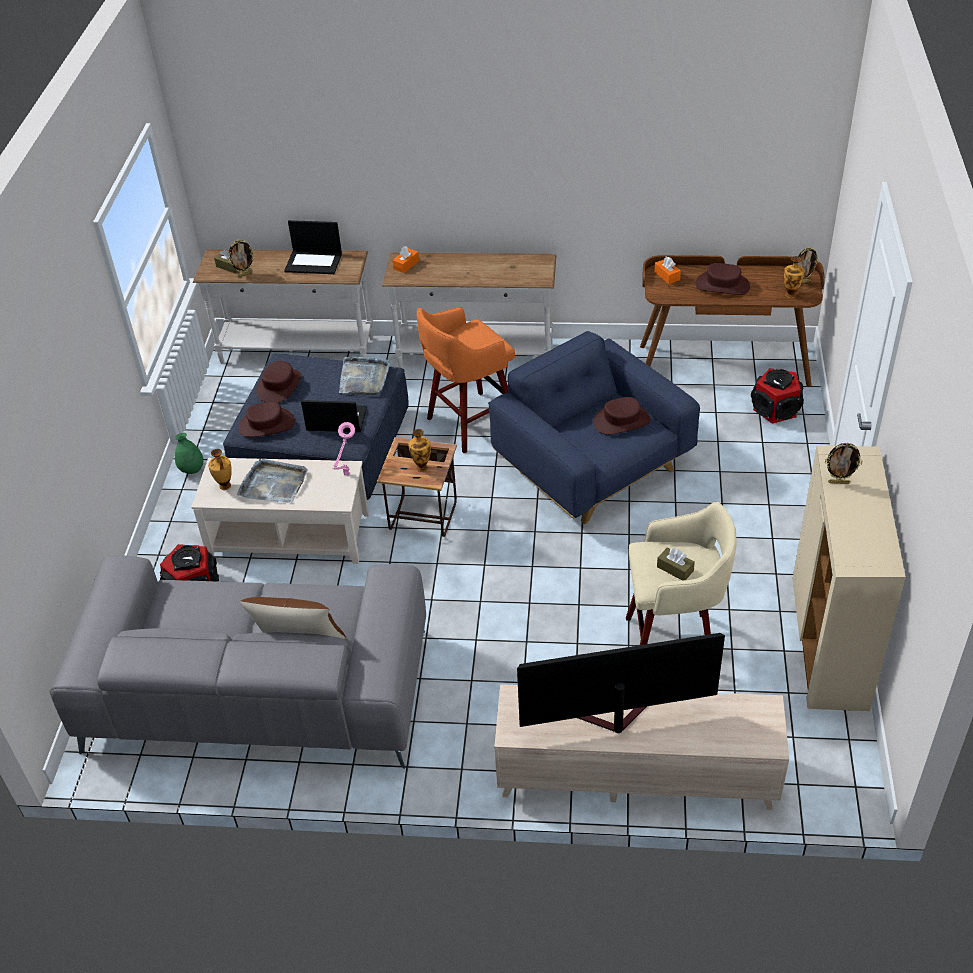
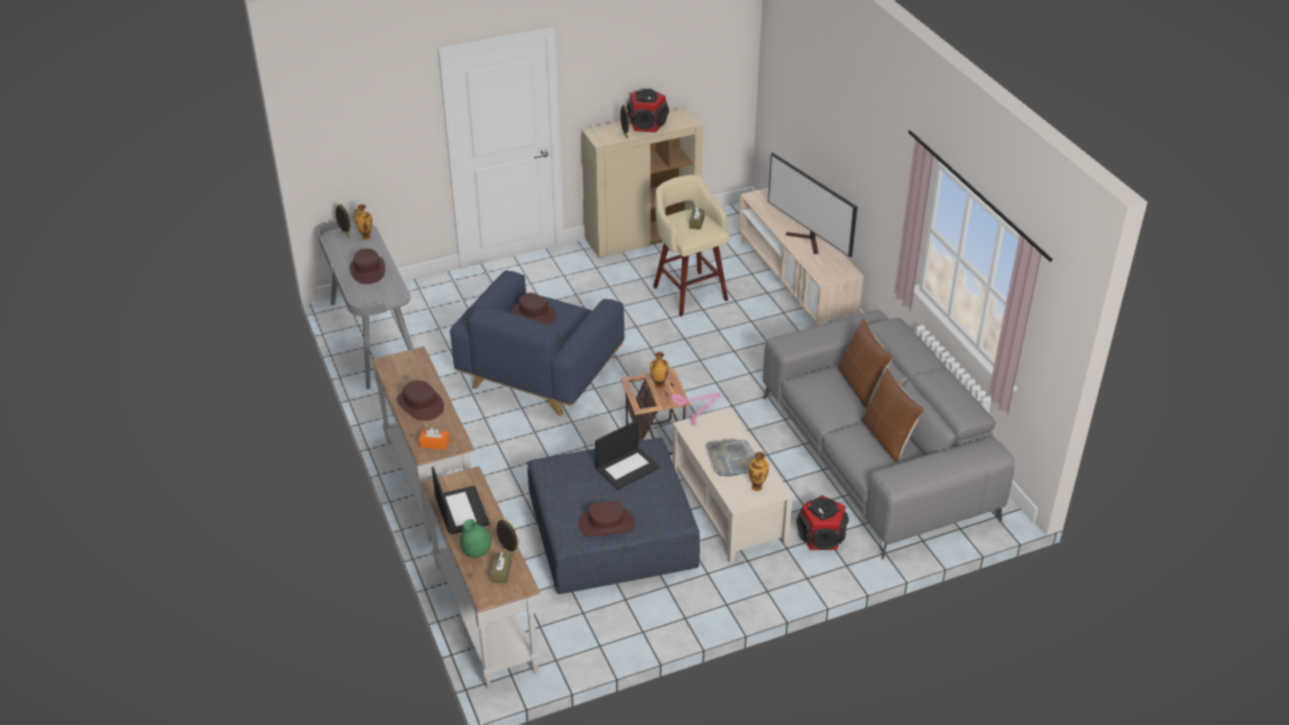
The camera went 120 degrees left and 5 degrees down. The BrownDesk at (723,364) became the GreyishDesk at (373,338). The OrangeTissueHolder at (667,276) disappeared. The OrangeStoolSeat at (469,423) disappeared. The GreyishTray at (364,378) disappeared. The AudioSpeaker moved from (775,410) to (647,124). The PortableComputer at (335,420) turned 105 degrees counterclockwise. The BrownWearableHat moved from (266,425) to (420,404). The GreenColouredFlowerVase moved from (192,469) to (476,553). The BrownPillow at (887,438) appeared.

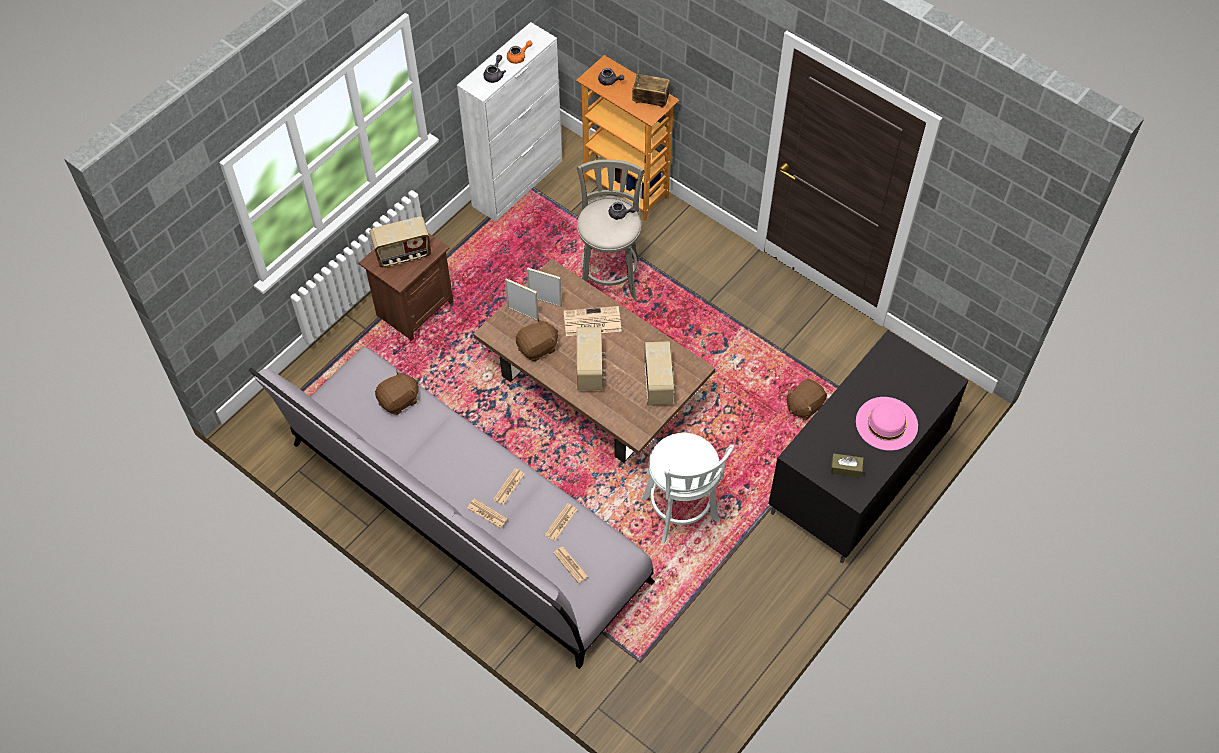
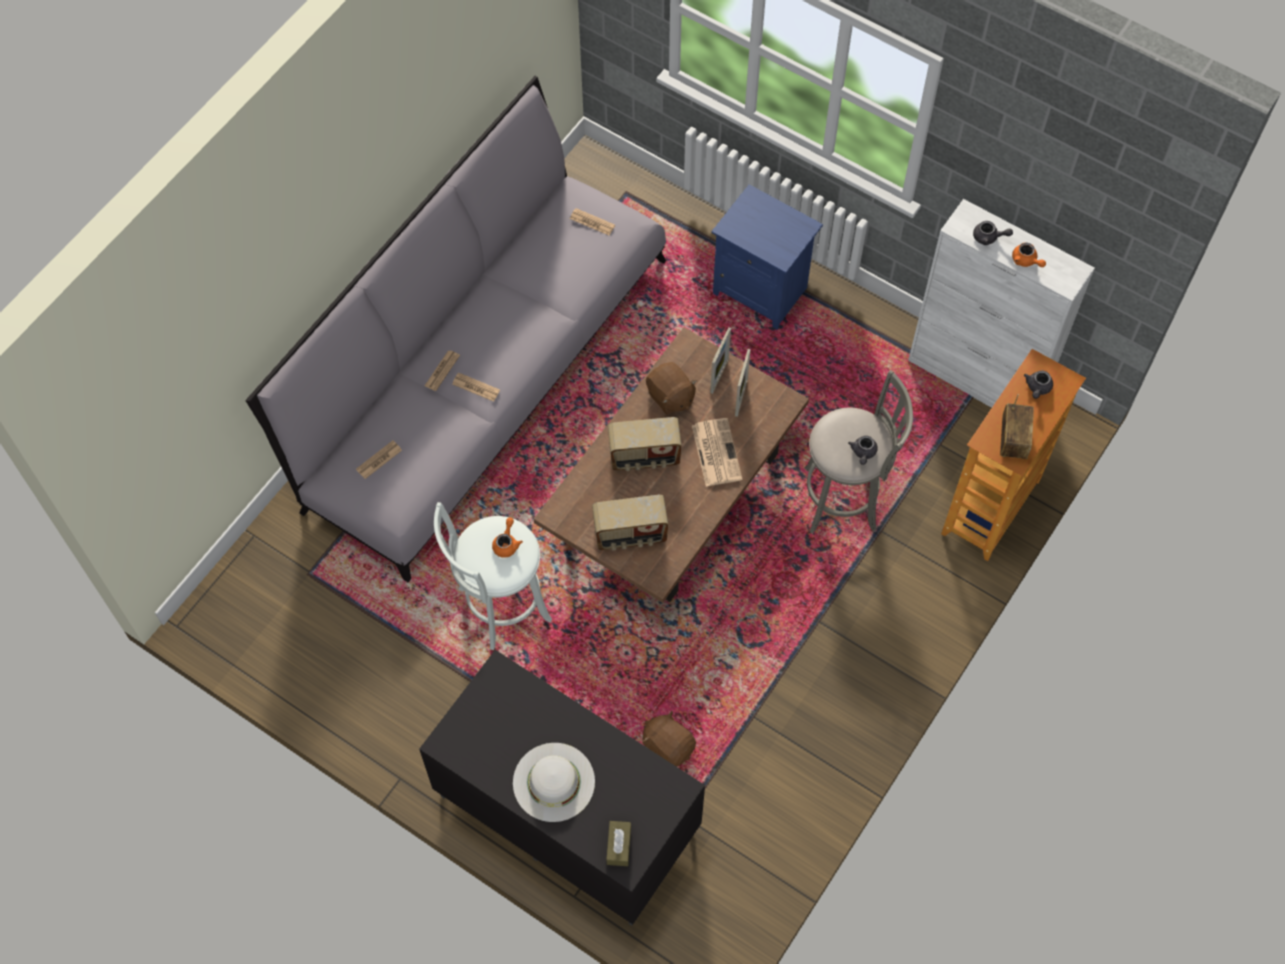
The camera went 85 degrees right and 5 degrees up. The RadioSet at (403,255) disappeared. The BrownNightstand at (413,308) became the BluishNightstand at (761,290). The BrownCuddlyToy at (399,400) disappeared. The PinkWearableHat at (886,423) became the WhiteWearableHat at (554,782). The BrownTissueHolder moved from (845,468) to (619,846). The DailyPaper moved from (561,522) to (592,222). The OrangeTeapot at (507,543) appeared.

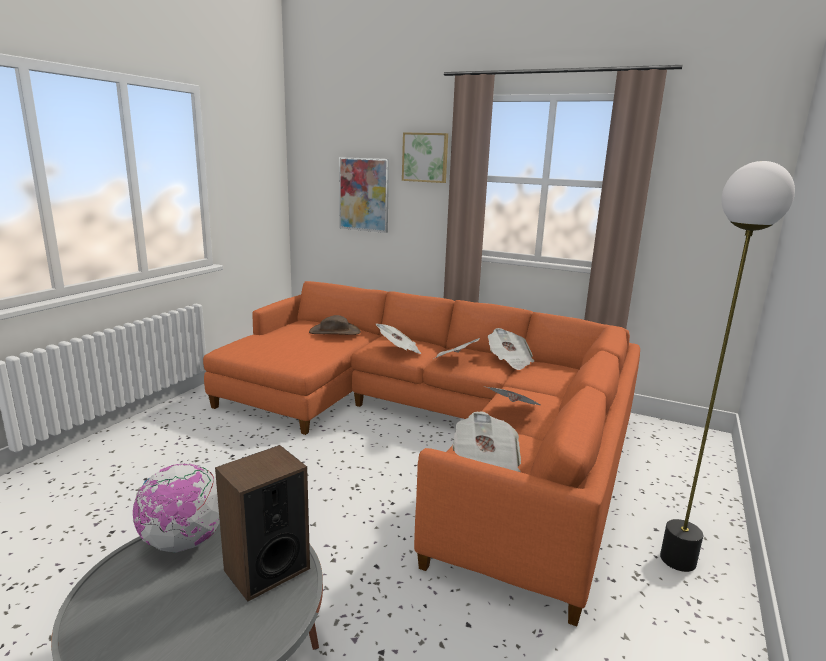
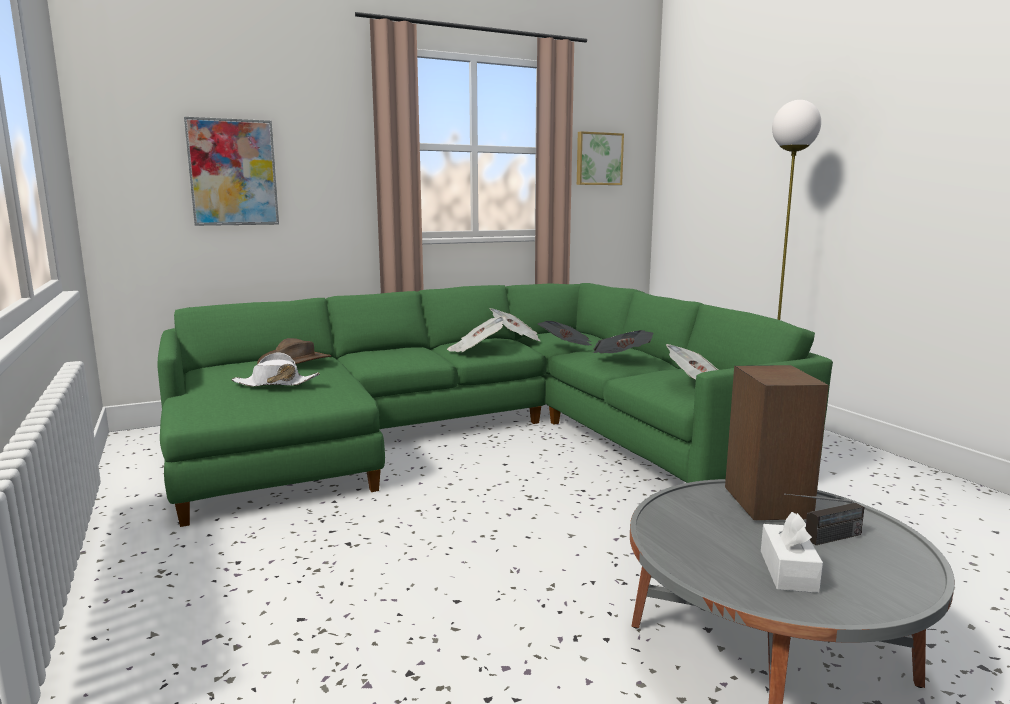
The camera went 50 degrees left and 5 degrees down. The WallArt moved from (425,157) to (598,159). The OrangeSofa at (430,427) became the GreenColouredSofa at (473,435). The DailyPaper moved from (399,350) to (566,348). The Globe at (183,542) disappeared. The WhiteWearableHat at (275,383) appeared. The RadioSet at (821,540) appeared. The WhiteTissueHolder at (788,571) appeared.

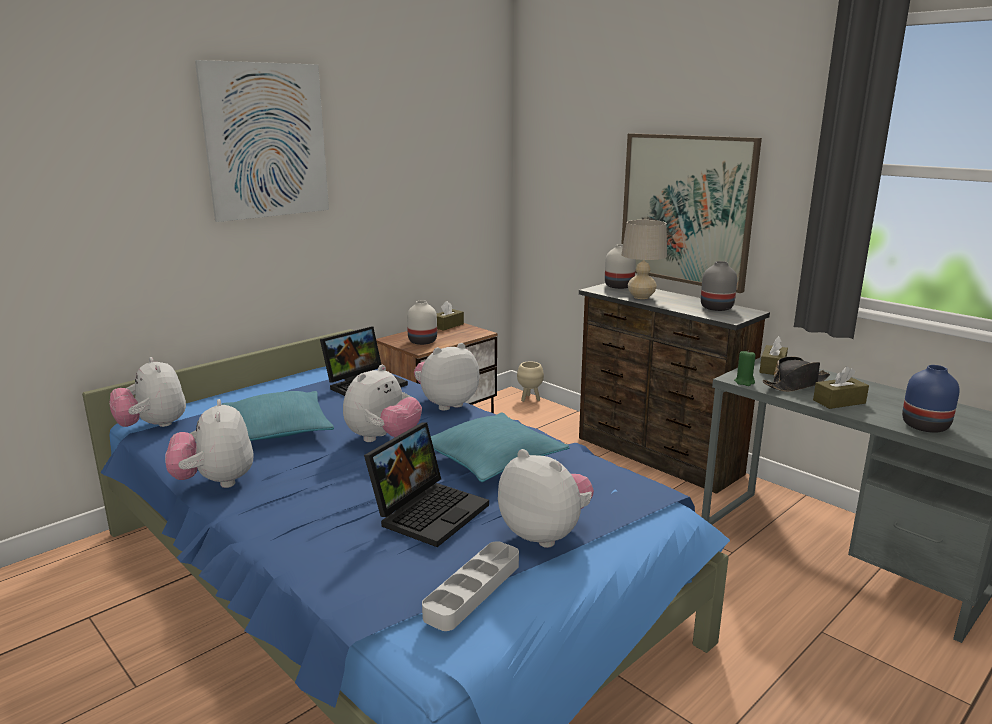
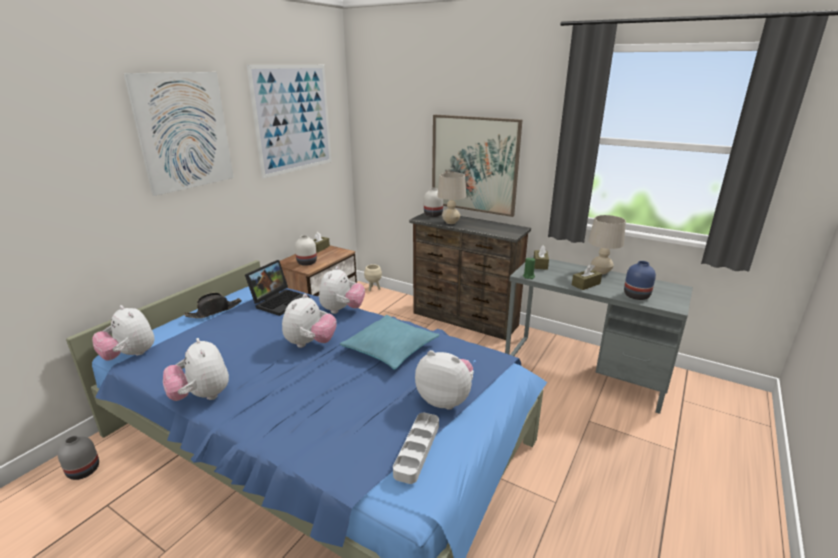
The camera went 15 degrees left and 5 degrees up. The GreyishFlowerVase moved from (717,308) to (83,471). The CuddlyToy at (446,404) turned 150 degrees clockwise. The BlackColouredWearableHat moved from (795,384) to (214,311). The TurquoiseColouredPillow at (277,430) disappeared. The PortableComputer at (429,511) disappeared. The WallArt at (293,119) appeared. The SandColouredTabletopLamp at (600,272) appeared.

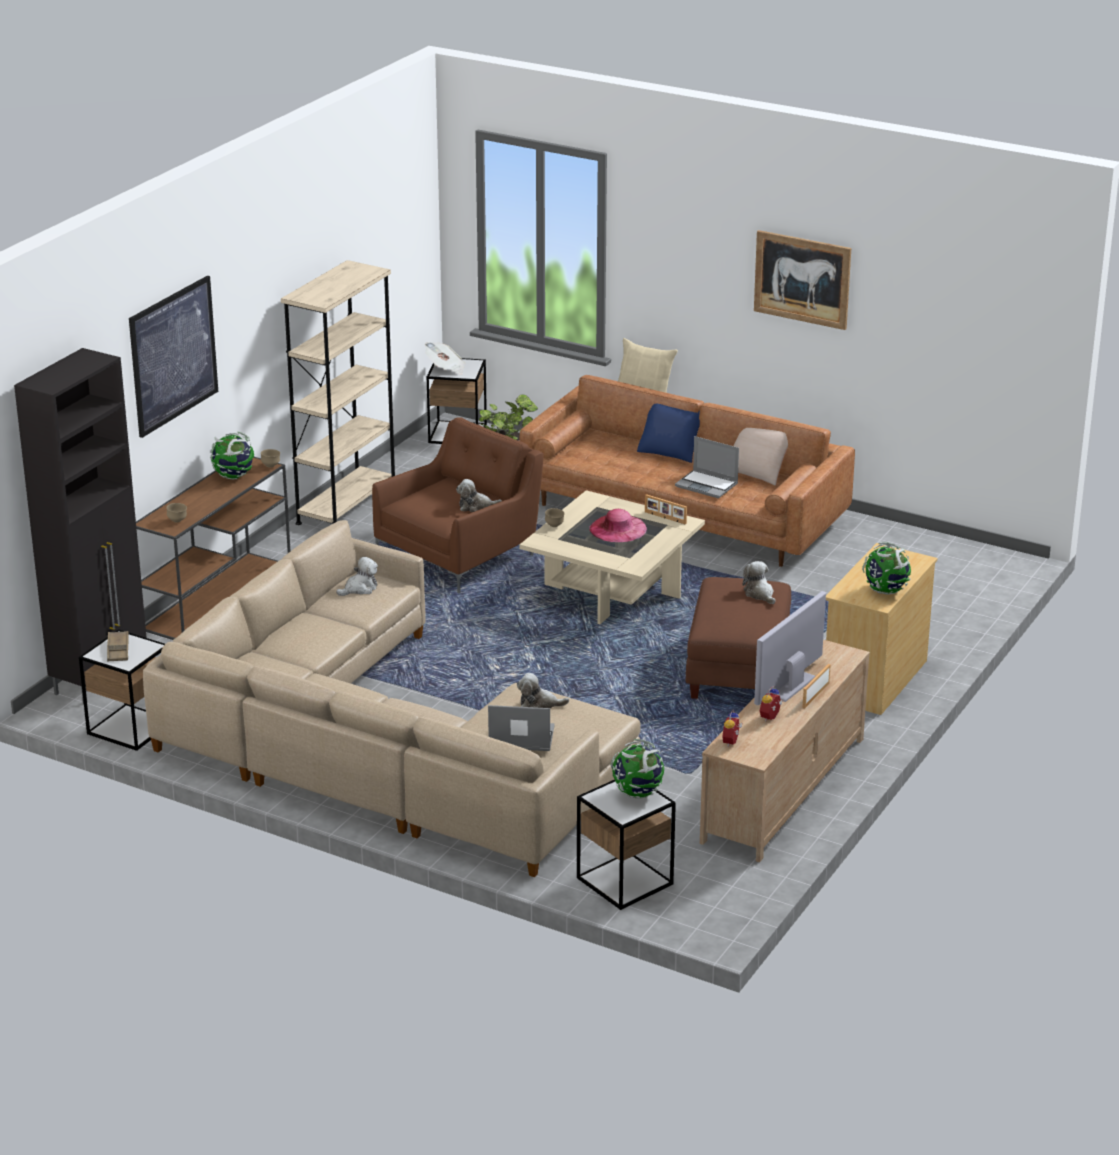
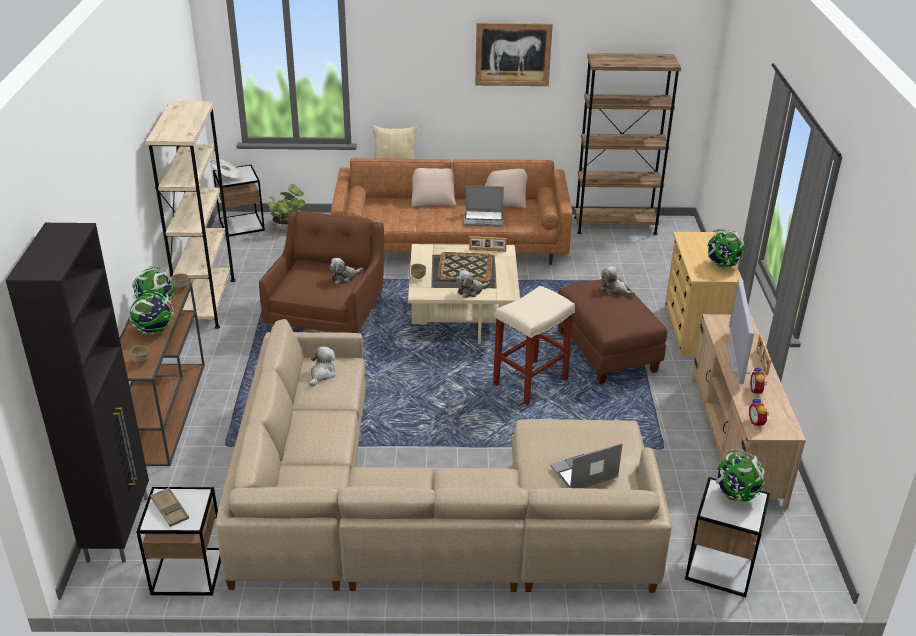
The camera went 30 degrees left and 5 degrees up. The WallArt at (173,355) disappeared. The BluishPillow at (671,450) became the SandColouredPillow at (433,200). The PinkWearableHat at (618,528) was replaced by the Tray at (464,267). The CuddlyToy moved from (539,704) to (471,291). The BrownBookcase at (615,225) appeared. The SandColouredStoolSeat at (530,383) appeared. The Globe at (154,331) appeared.

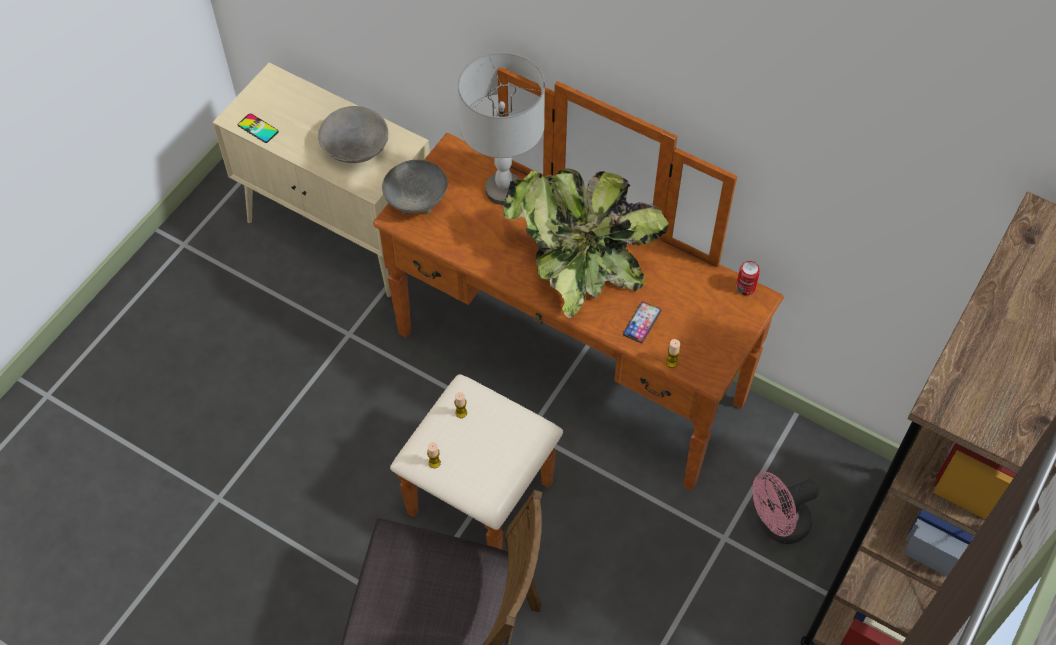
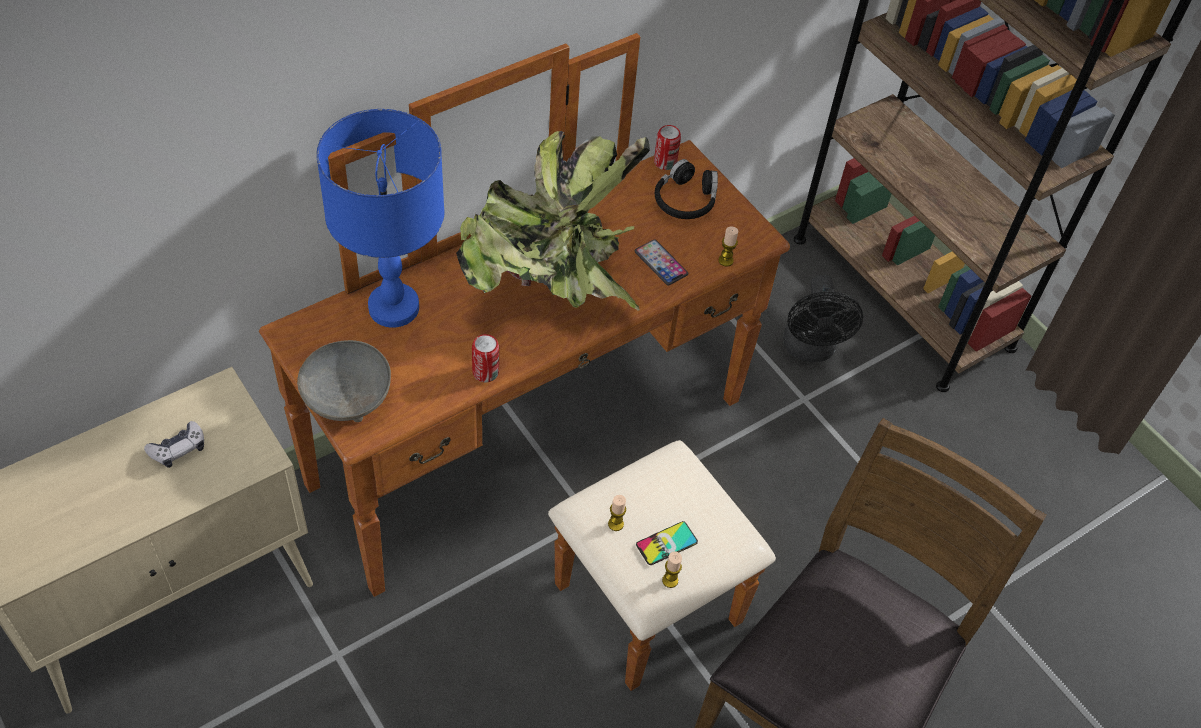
The camera went 70 degrees left and 5 degrees down. The GreyishTabletopLamp at (503,190) became the BluishTabletopLamp at (394,308). The GreyishDeepDish at (354,146) was replaced by the Joypad at (178,449). The Phone moved from (258,128) to (666,543). The PinkFan at (778,525) became the BlackColouredFan at (810,350). The BlackColouredHeadset at (685,200) appeared. The MetalCan at (485,372) appeared.

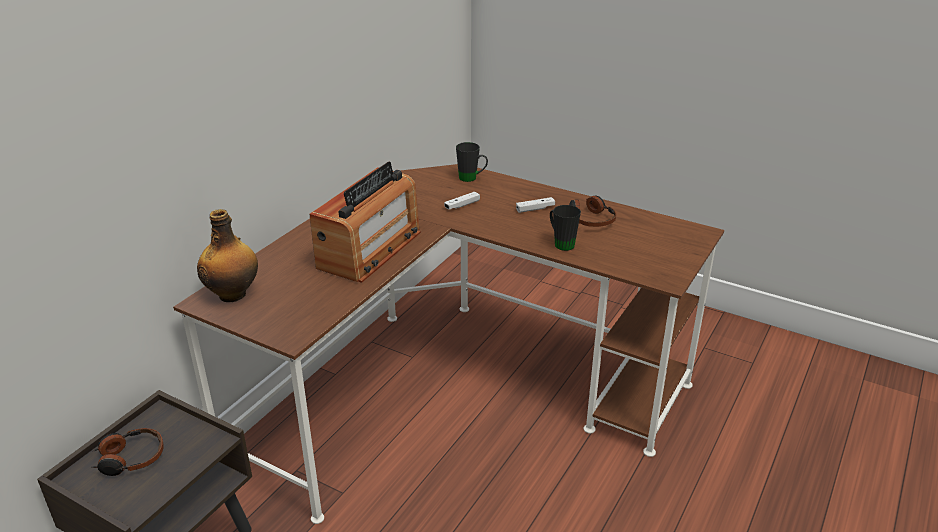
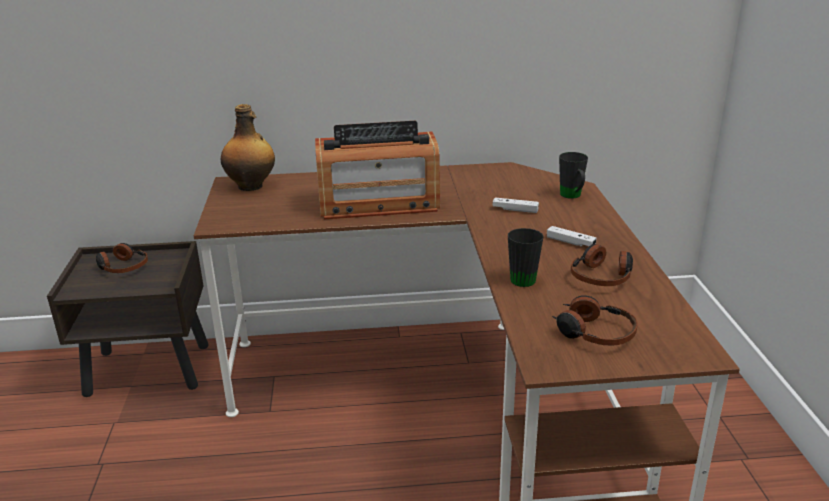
The camera went 55 degrees right and 5 degrees down. The Headset at (594,332) appeared.

